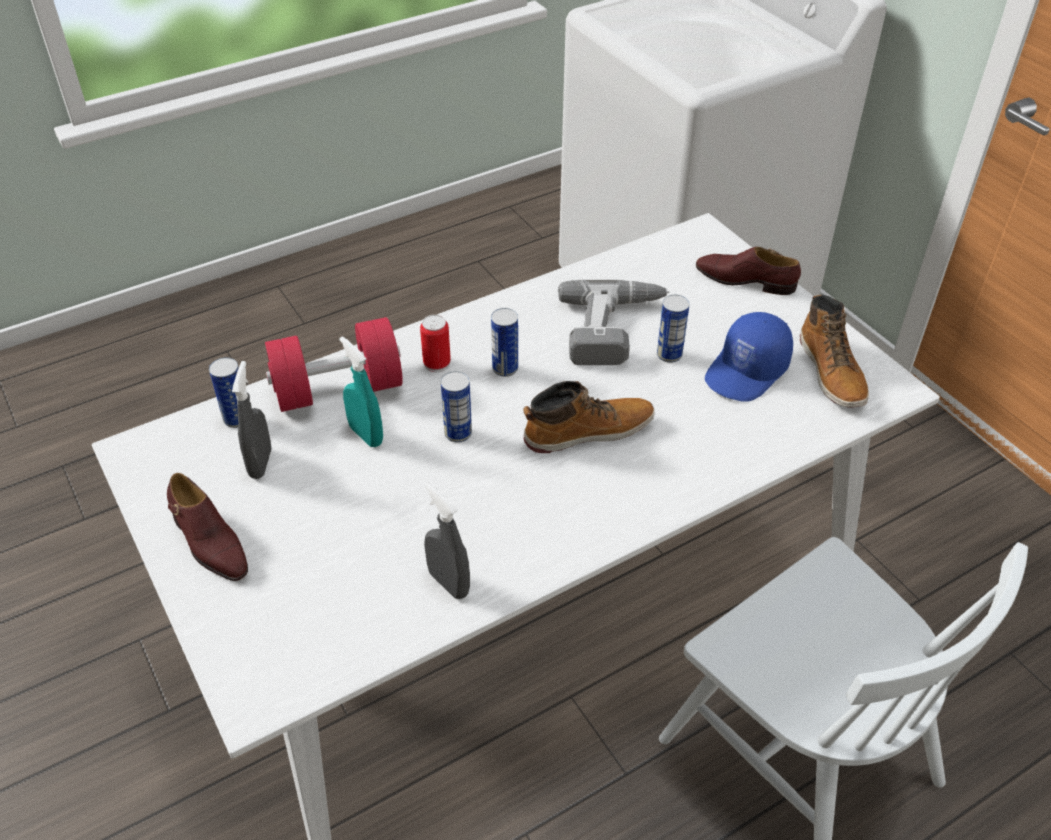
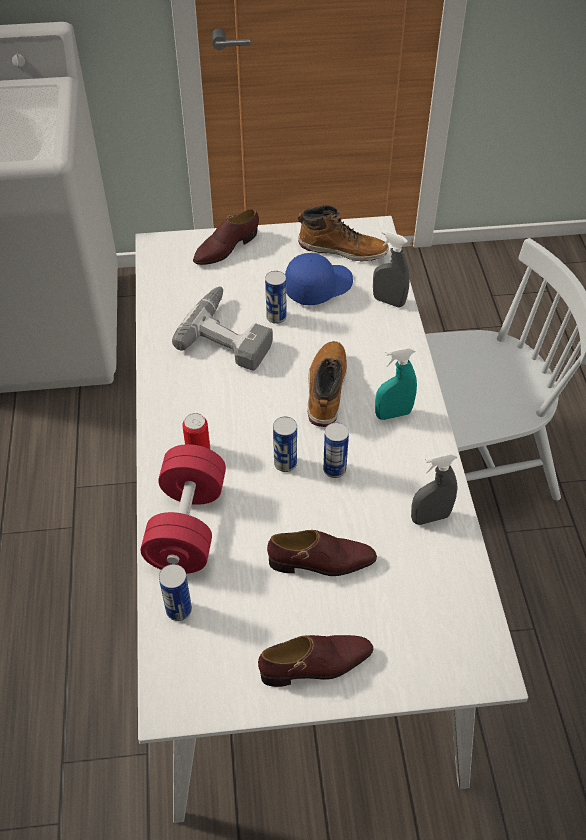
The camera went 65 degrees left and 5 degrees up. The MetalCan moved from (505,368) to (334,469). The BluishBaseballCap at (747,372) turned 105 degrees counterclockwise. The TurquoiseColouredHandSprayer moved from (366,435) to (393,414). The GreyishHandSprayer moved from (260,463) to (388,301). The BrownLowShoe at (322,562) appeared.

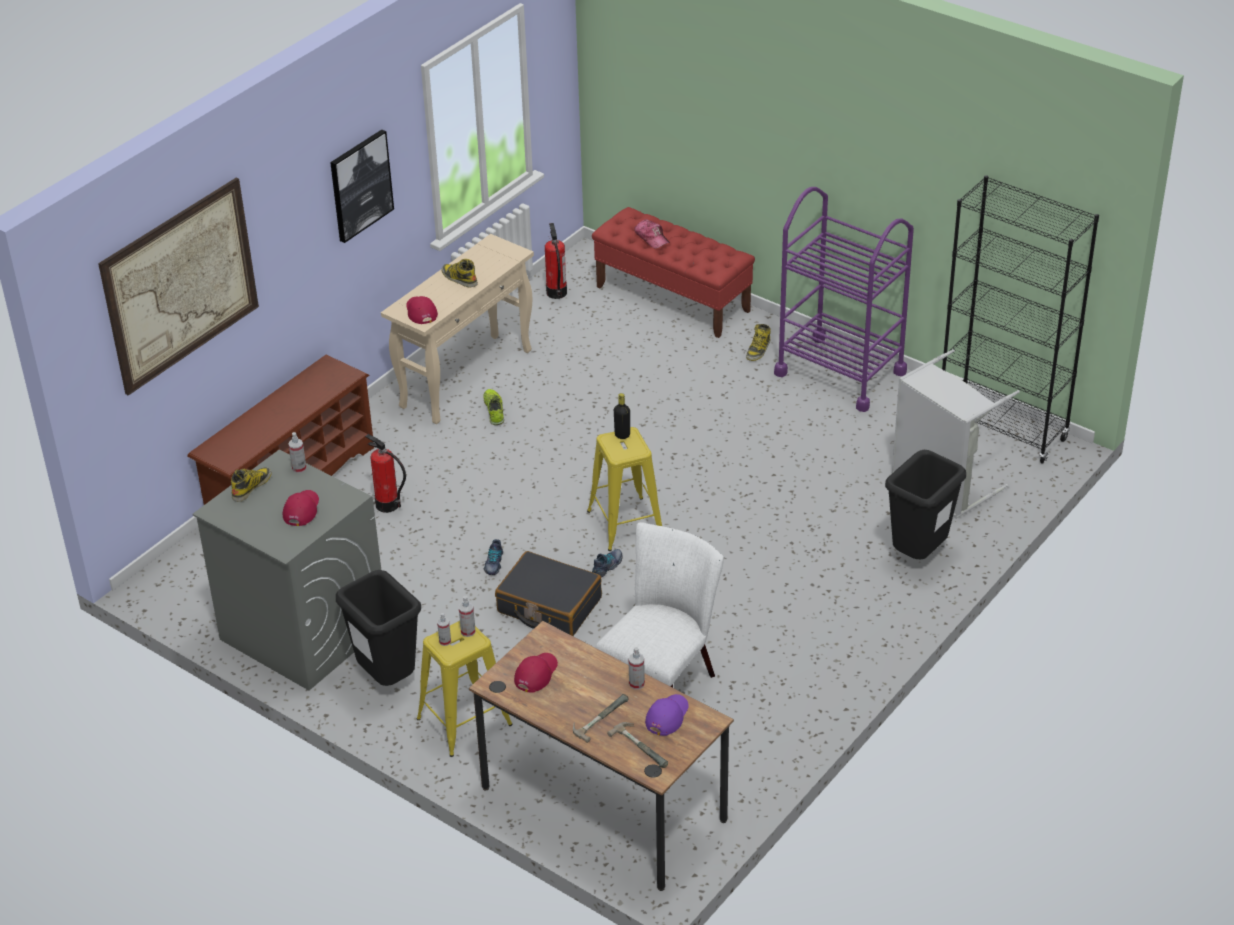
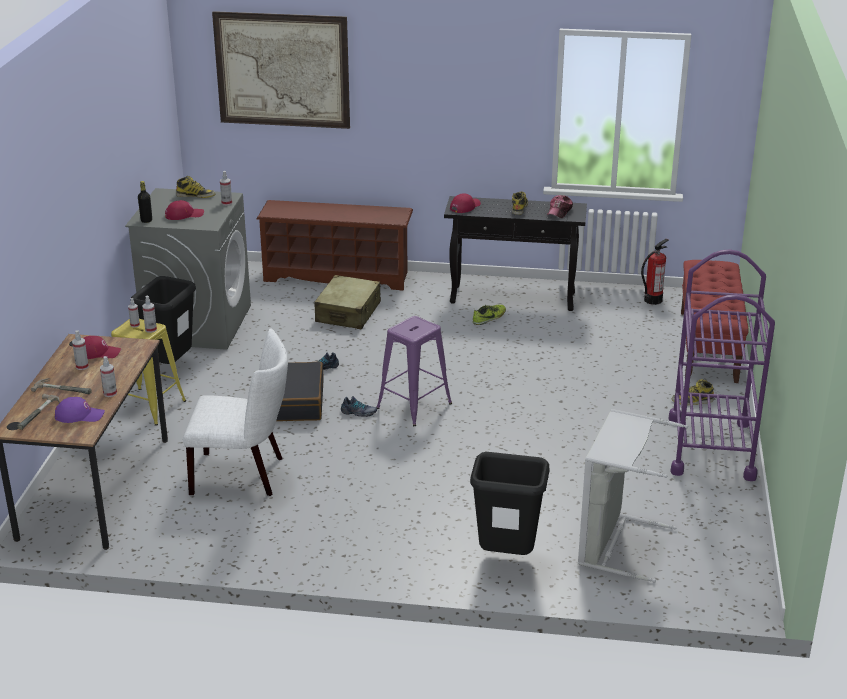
The camera went 60 degrees right and 10 degrees down. The WallArt at (360,185) disappeared. The BlackColouredBookcase at (1002,430) disappeared. The BaseballCap moved from (651,238) to (559,211). The SandColouredHallTable at (466,378) became the BlackColouredHallTable at (513,298). The BlackColouredBottle moved from (622,435) to (146,220). The YellowColouredStoolSeat at (625,524) became the PurpleStoolSeat at (414,406). The FireFightingCylinder at (387,505) was replaced by the SandColouredSuitcase at (348,312). The HandSprayer at (82,366) appeared.

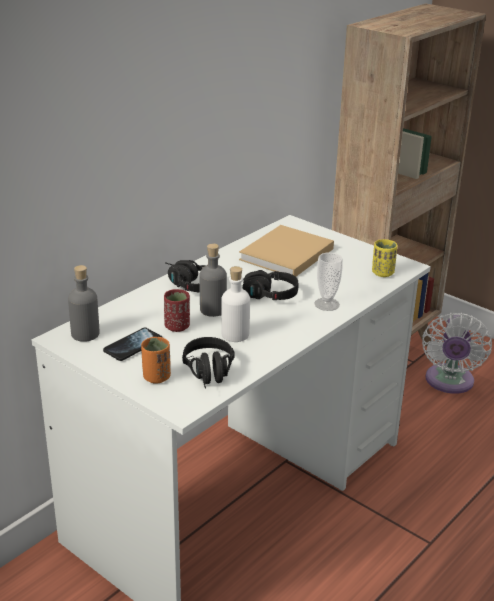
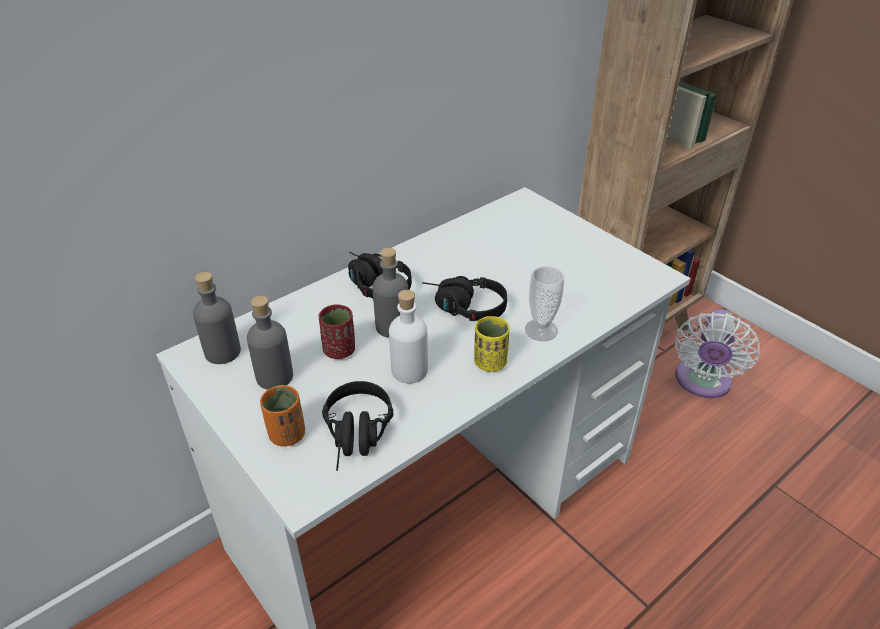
The camera went 10 degrees right and 10 degrees up. The SandColouredVolume at (285,255) disappeared. The YellowColouredDrinkingCup moved from (382,273) to (490,362). The Phone at (133,345) was replaced by the GreyishBottle at (275,377).

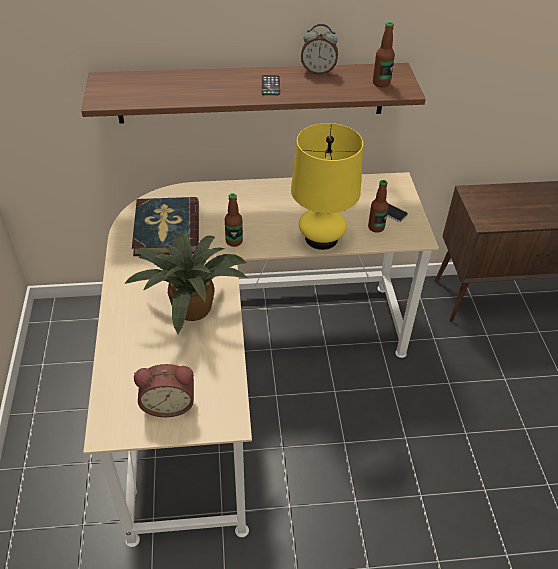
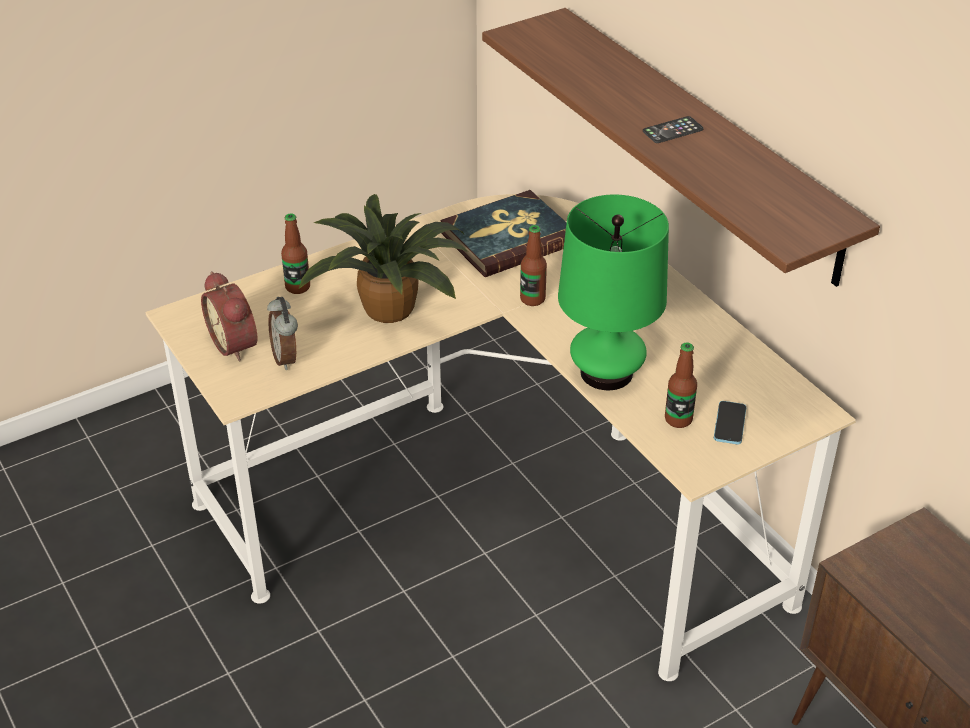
The camera went 65 degrees right and 5 degrees down. The Bottle moved from (381,83) to (297,287). The BedsideClock moved from (318,71) to (286,358). The YellowColouredTabletopLamp at (321,238) became the GreenColouredTabletopLamp at (606,372).

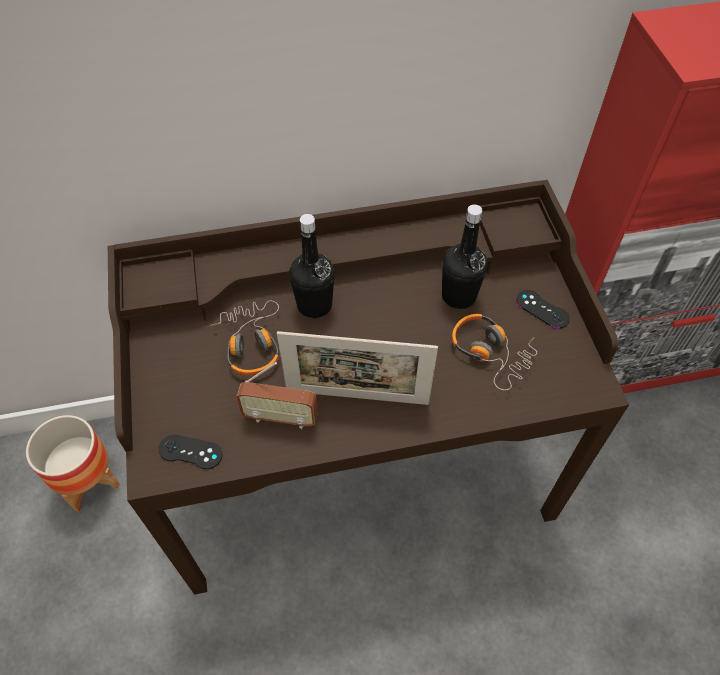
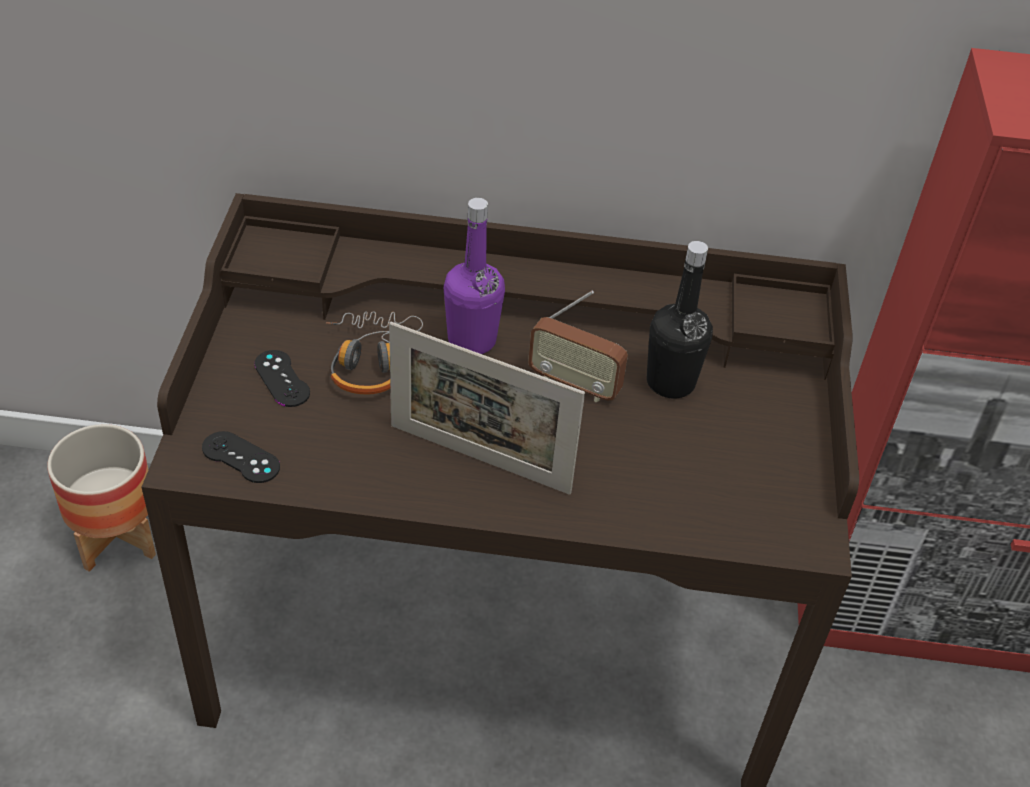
The camera went 15 degrees right and 10 degrees down. The BlackColouredBottle at (314,305) became the PurpleBottle at (472,340). The BlackColouredJoypad moved from (542,309) to (282,379). The Headset at (490,352) disappeared. The RadioSet moved from (280,417) to (574,384).

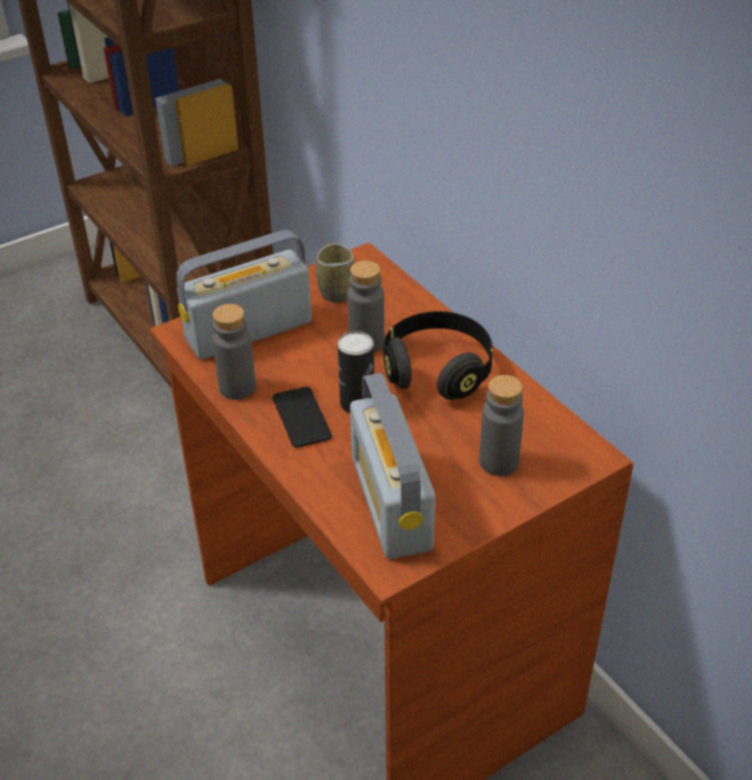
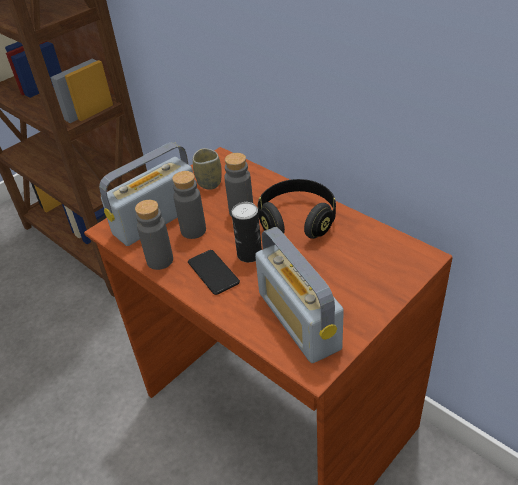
The camera went 10 degrees left and 0 degrees up. The GreyishBottle moved from (498,462) to (193,230).

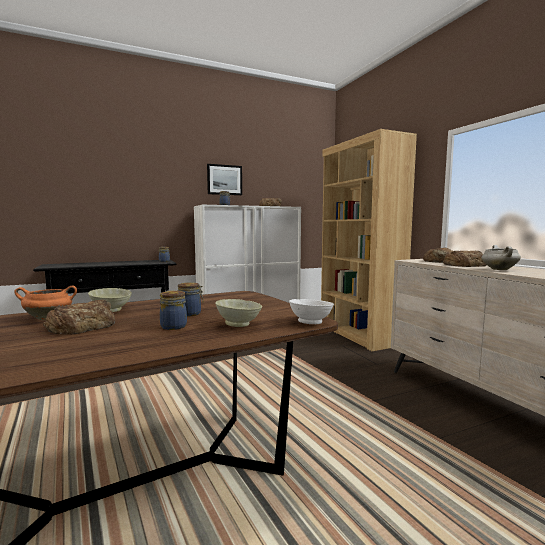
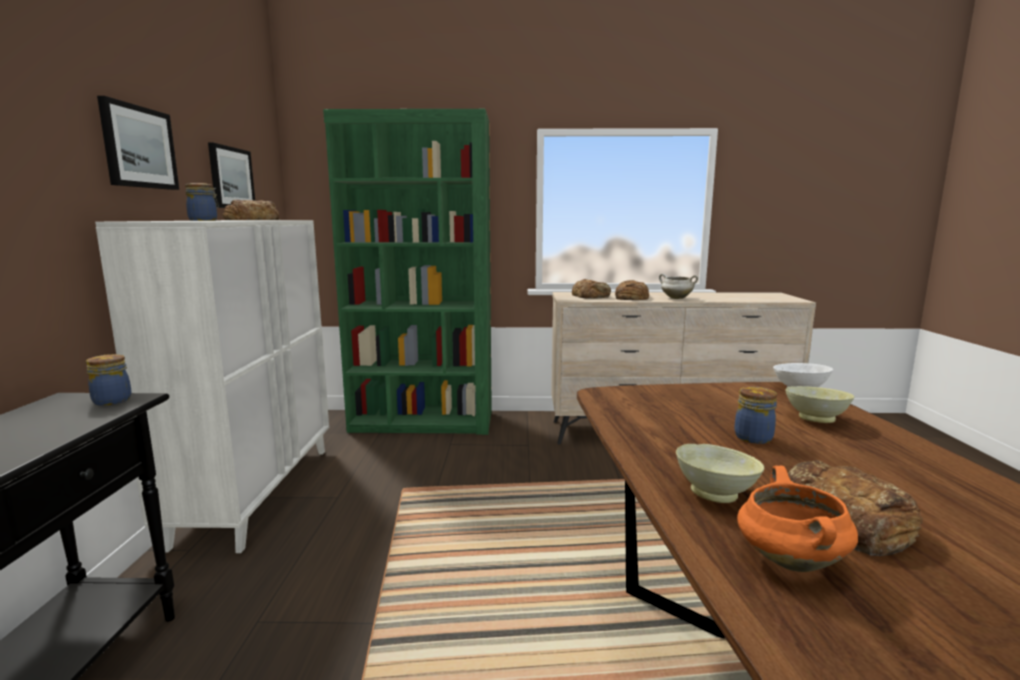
The camera went 65 degrees left and 5 degrees up. The BrownBookcase at (358,334) became the GreenColouredBookcase at (423,422). The StorageJar at (173,326) disappeared. The WallArt at (231,178) appeared.

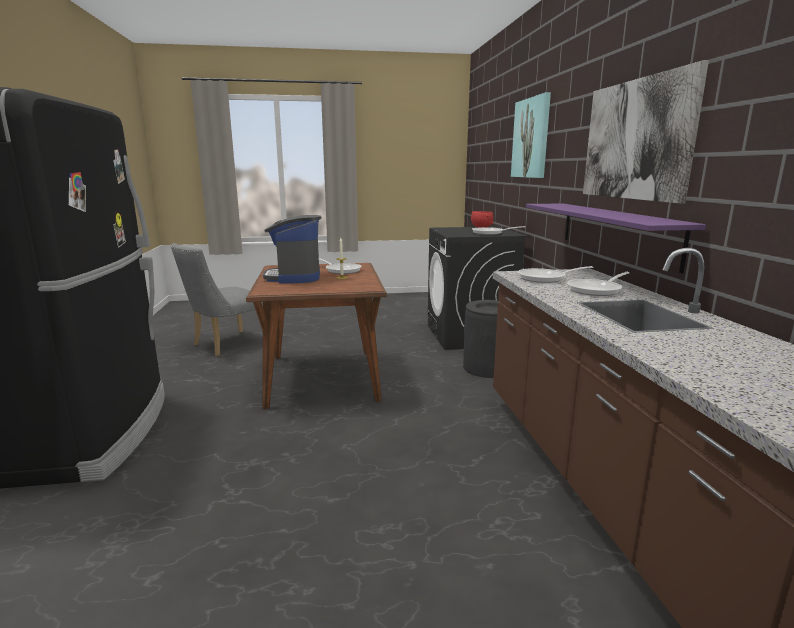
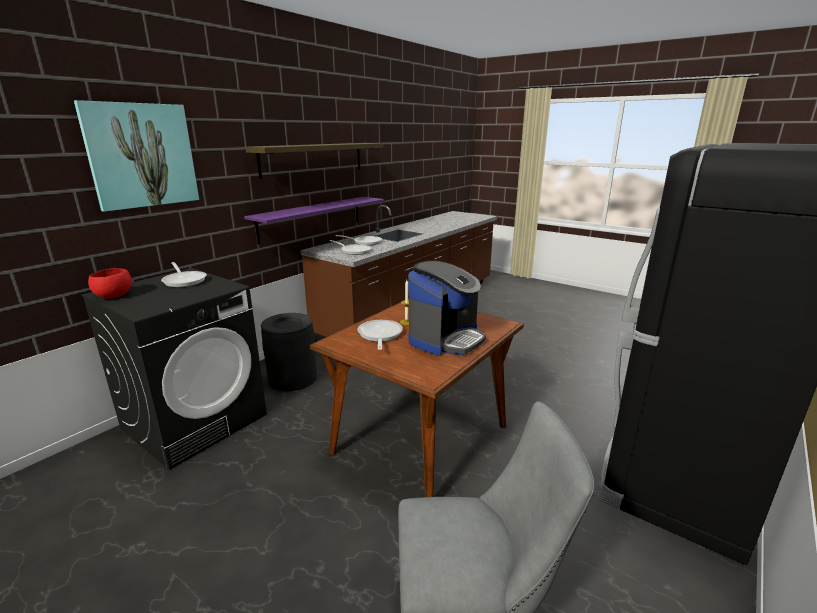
The camera went 135 degrees left and 5 degrees up. The WallArt at (635,140) was replaced by the WallShelf at (313,159).

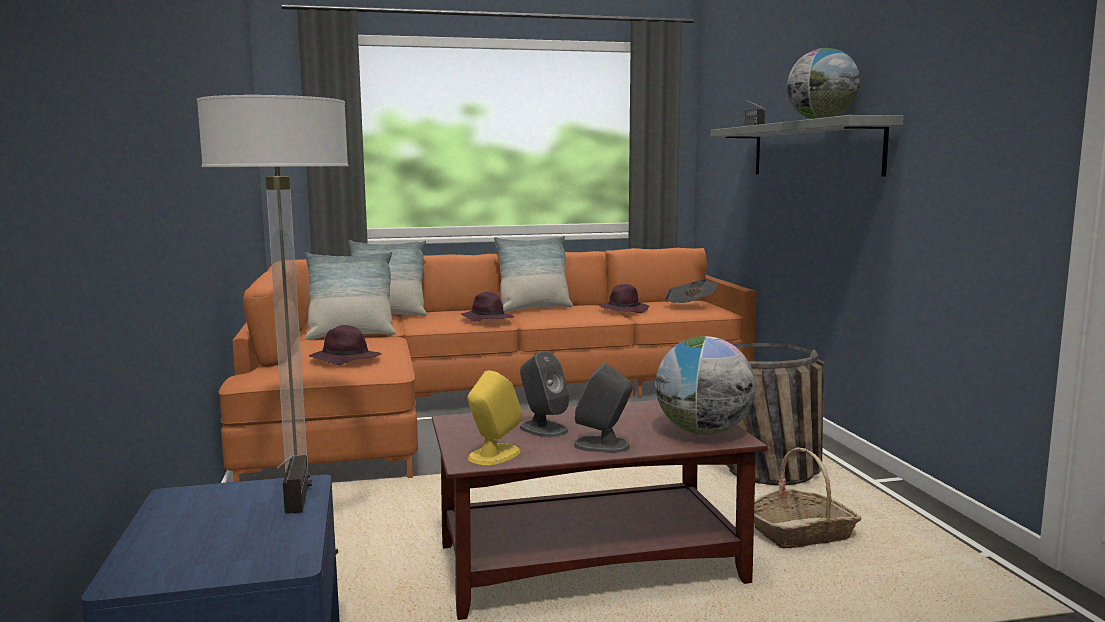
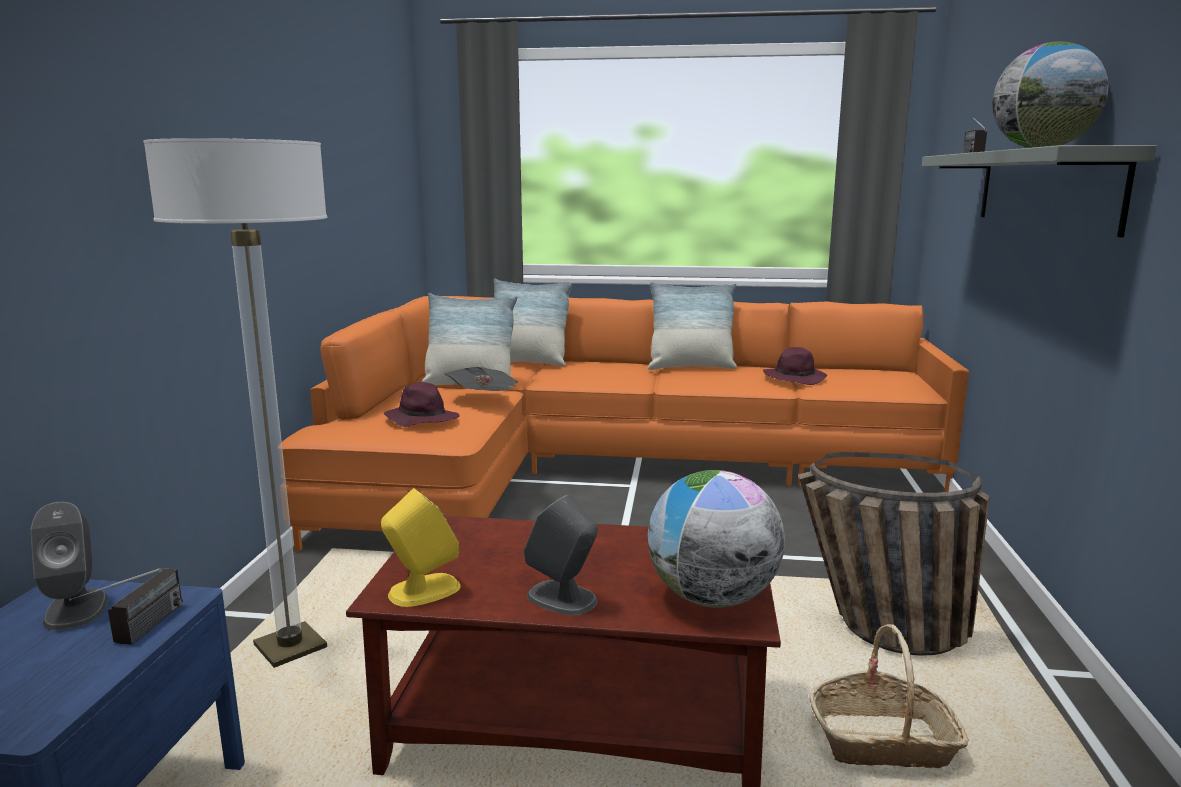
The camera went 20 degrees right and 5 degrees up. The DailyPaper moved from (690,307) to (484,399). The PurpleWearableHat at (487,319) disappeared. The GreyishAudioSpeaker moved from (543,429) to (76,609).

